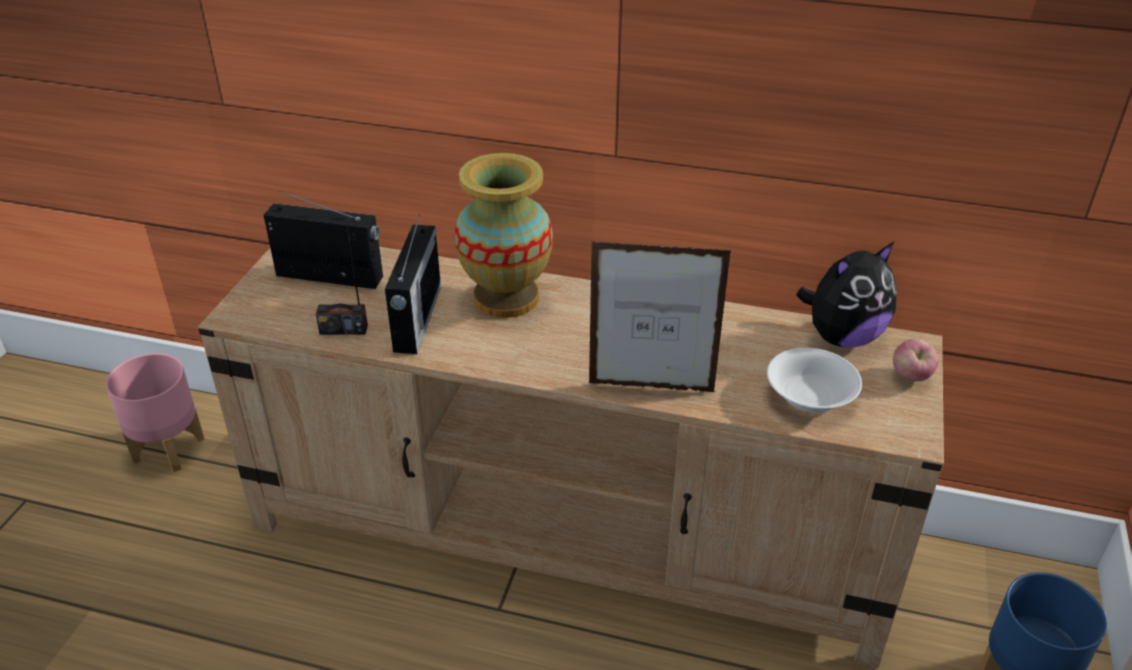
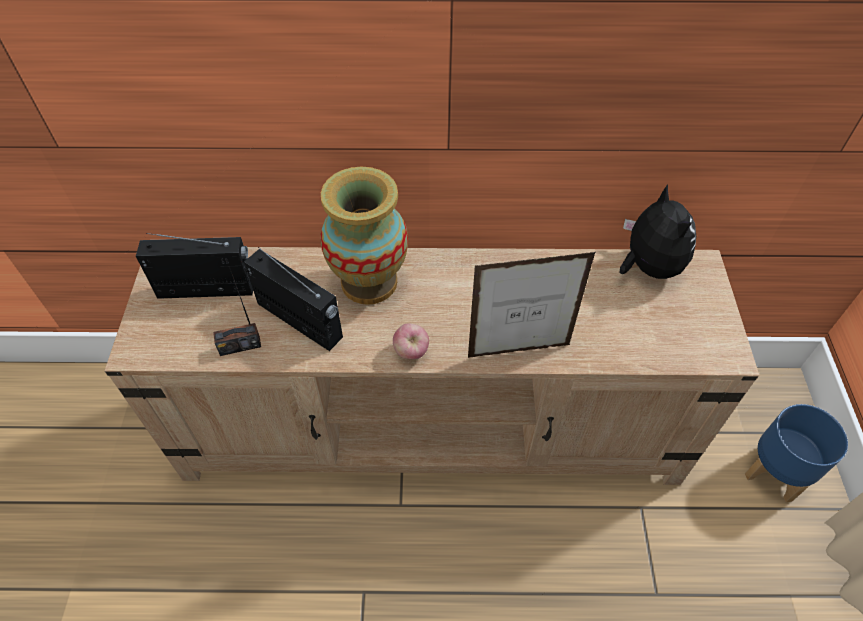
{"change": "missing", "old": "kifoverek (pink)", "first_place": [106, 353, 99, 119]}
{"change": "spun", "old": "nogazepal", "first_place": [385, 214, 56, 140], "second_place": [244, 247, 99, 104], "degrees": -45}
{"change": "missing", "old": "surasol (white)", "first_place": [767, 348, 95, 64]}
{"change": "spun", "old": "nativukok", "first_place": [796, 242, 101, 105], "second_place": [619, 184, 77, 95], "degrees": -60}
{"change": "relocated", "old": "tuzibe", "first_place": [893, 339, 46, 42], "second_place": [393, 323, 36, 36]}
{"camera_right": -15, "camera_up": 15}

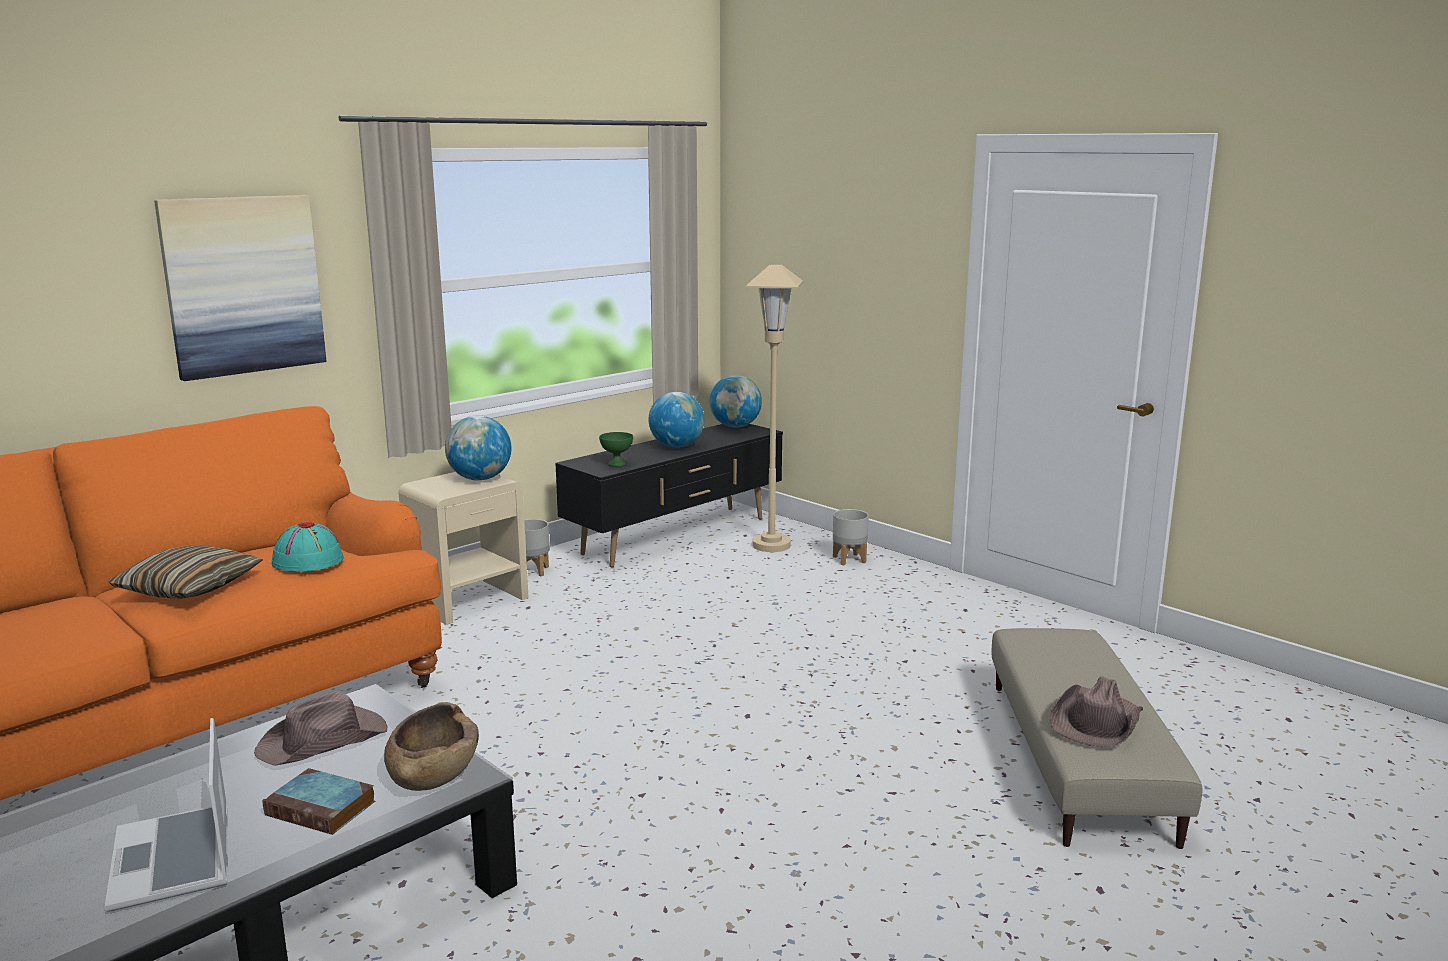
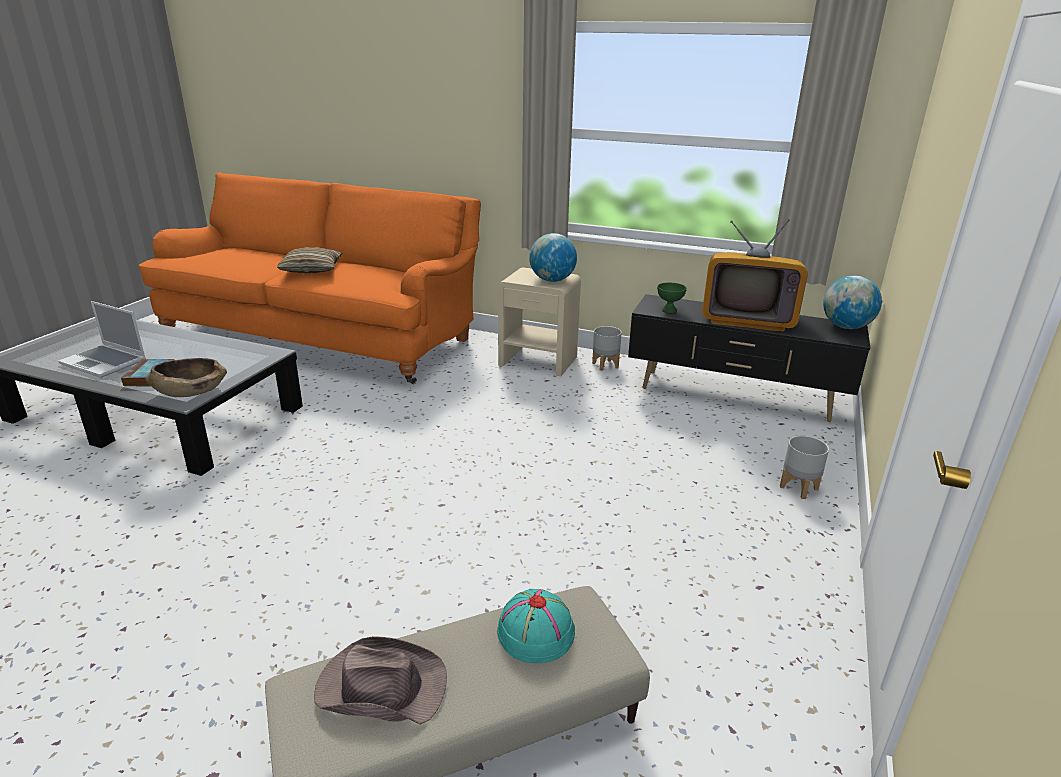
{"change": "spun", "old": "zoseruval", "first_place": [105, 718, 123, 194], "second_place": [58, 301, 88, 77], "degrees": -105}
{"change": "missing", "old": "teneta", "first_place": [154, 195, 172, 186]}
{"change": "missing", "old": "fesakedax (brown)", "first_place": [254, 691, 133, 75]}
{"change": "relocated", "old": "fesakedax (turquoise)", "first_place": [272, 522, 72, 50], "second_place": [497, 589, 78, 74]}
{"change": "exchanged", "old": "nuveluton", "new": "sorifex", "first_place": [649, 392, 56, 56], "second_place": [702, 219, 106, 113]}
{"change": "missing", "old": "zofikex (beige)", "first_place": [746, 265, 57, 287]}
{"camera_right": 65, "camera_up": 10}

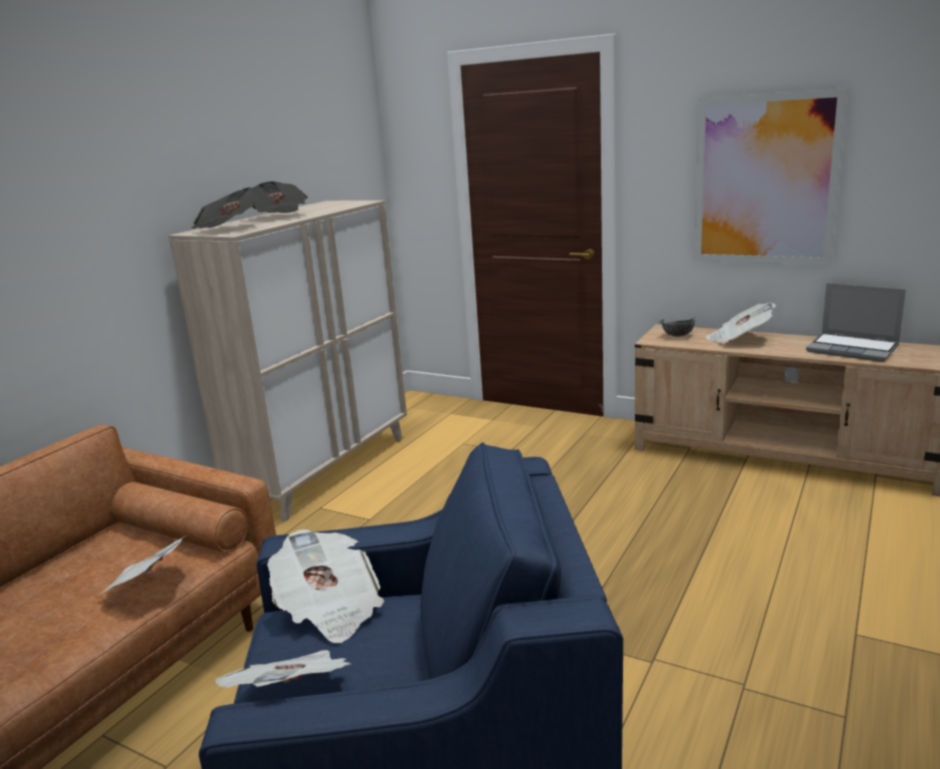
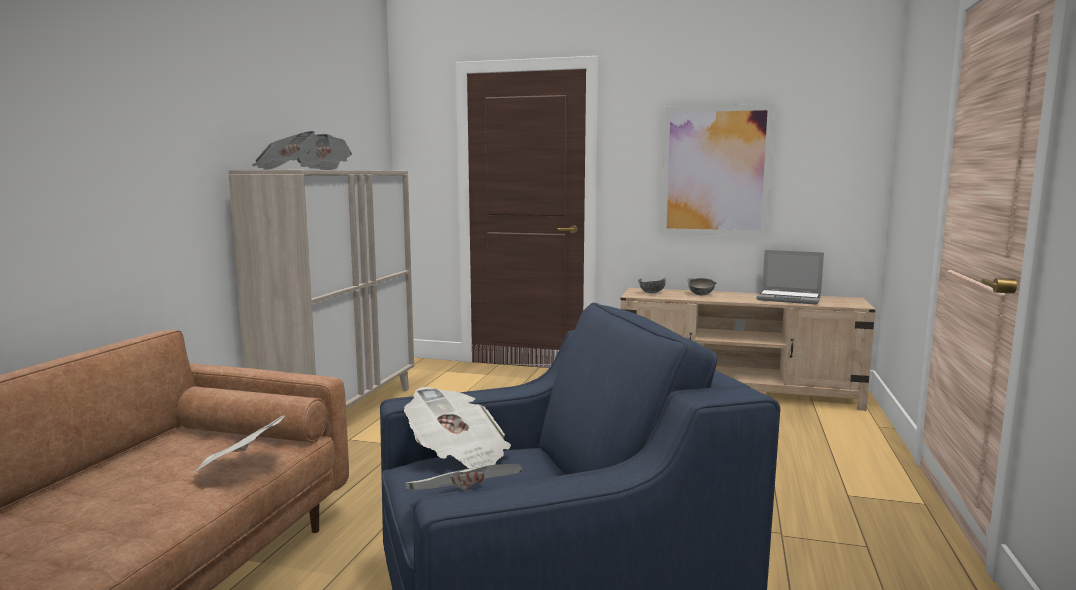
{"change": "exchanged", "old": "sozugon", "new": "surasol (grey)", "first_place": [706, 303, 70, 41], "second_place": [687, 278, 30, 17]}
{"camera_right": -15, "camera_up": -10}

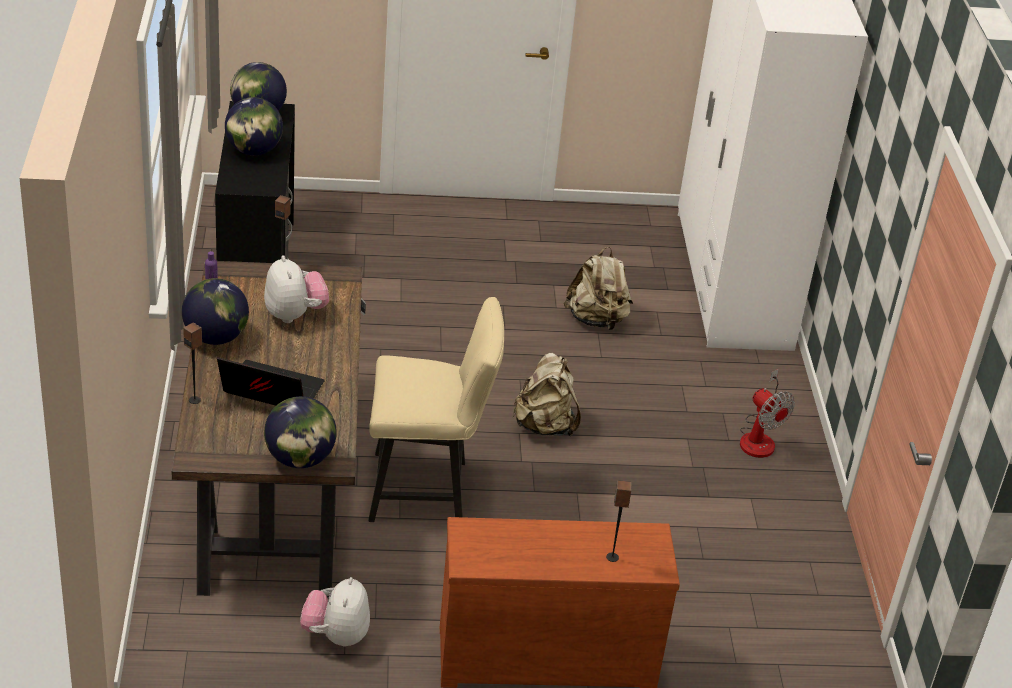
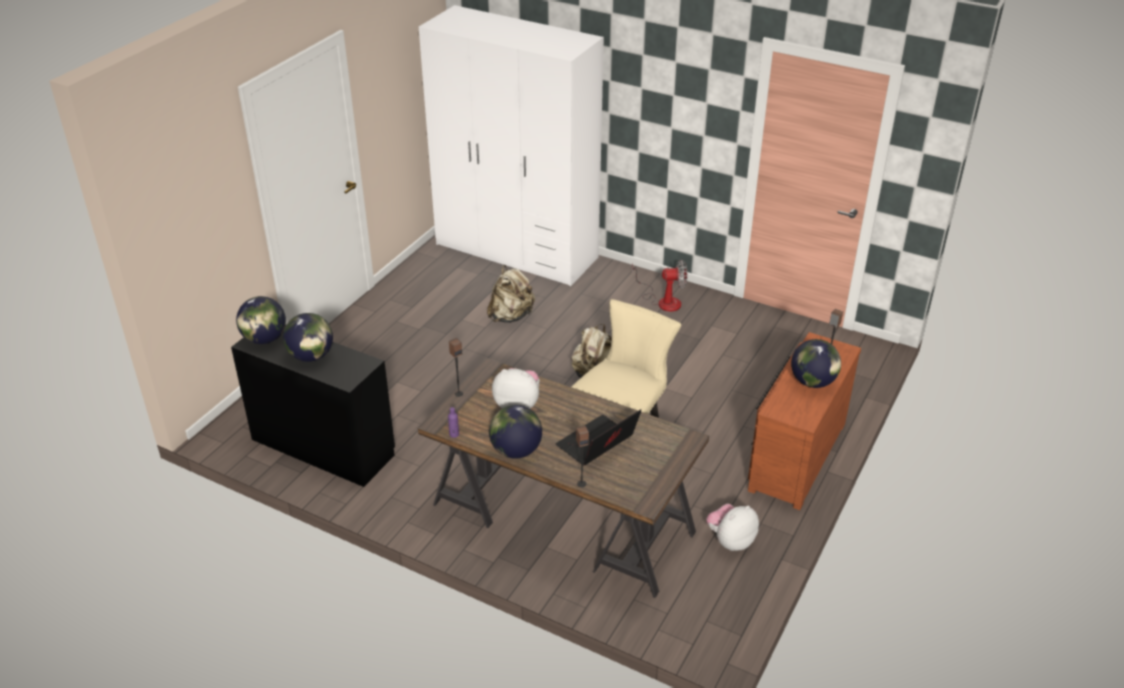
{"change": "relocated", "old": "nuveluton", "first_place": [264, 396, 73, 72], "second_place": [791, 339, 50, 49]}
{"change": "spun", "old": "nativukok", "first_place": [300, 577, 70, 69], "second_place": [706, 504, 53, 47], "degrees": 105}
{"camera_right": -55, "camera_up": 0}

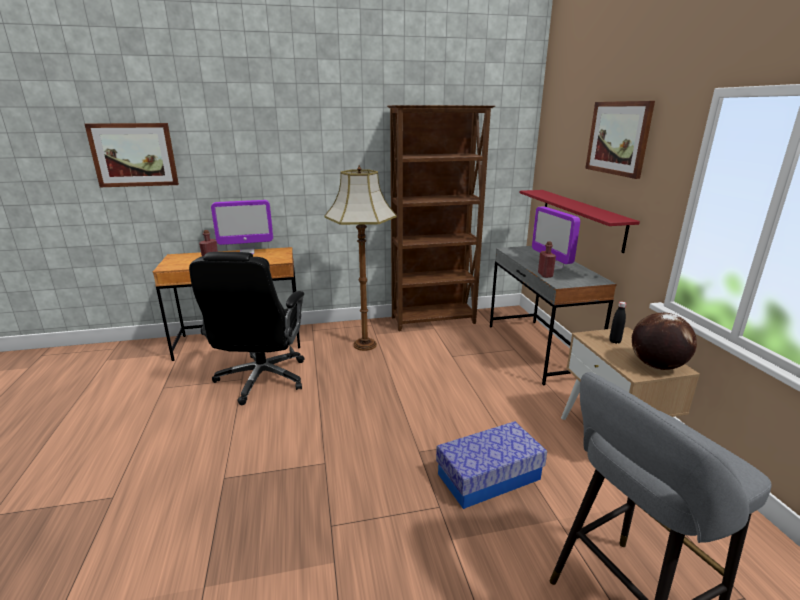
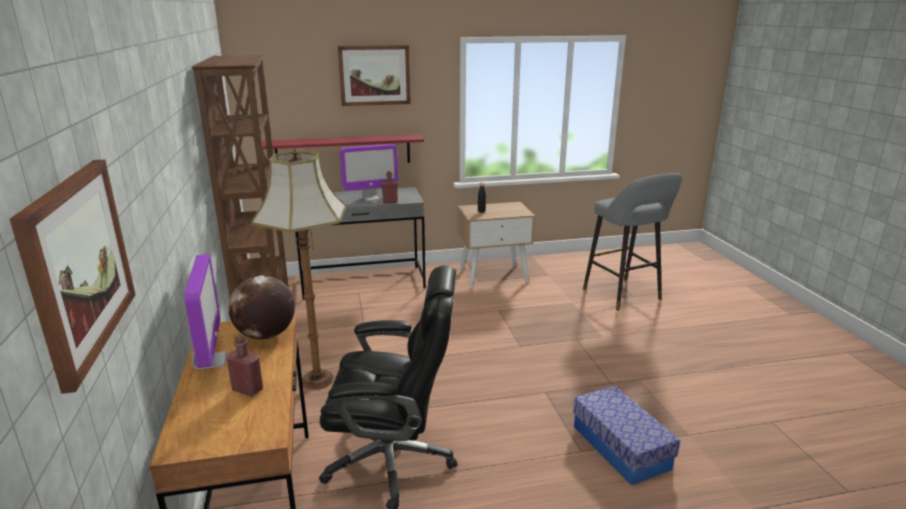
{"change": "relocated", "old": "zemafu", "first_place": [436, 421, 111, 88], "second_place": [573, 385, 107, 100]}
{"change": "relocated", "old": "nuveluton", "first_place": [632, 313, 65, 57], "second_place": [229, 275, 66, 65]}
{"camera_right": -90, "camera_up": 0}

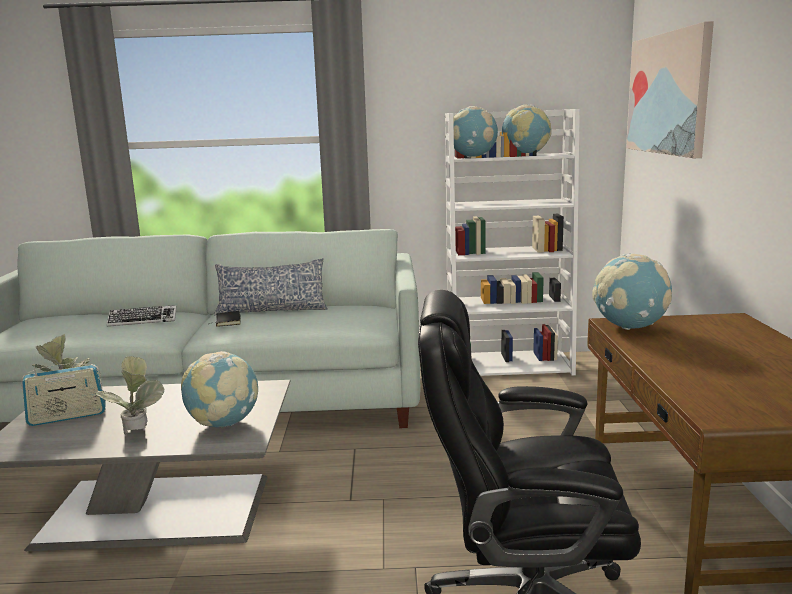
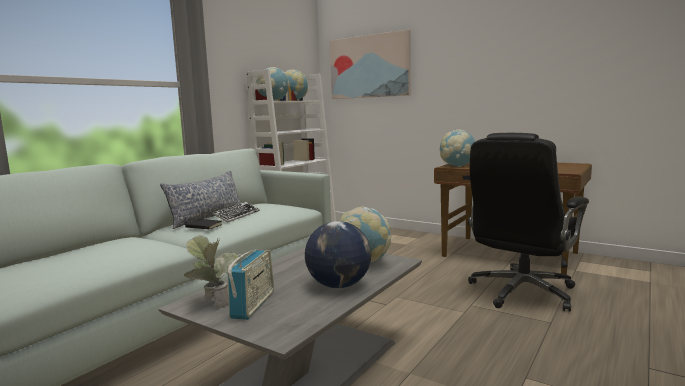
{"change": "exchanged", "old": "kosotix", "new": "nuveluton", "first_place": [95, 356, 70, 79], "second_place": [305, 221, 66, 68]}
{"change": "relocated", "old": "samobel", "first_place": [106, 305, 70, 22], "second_place": [212, 202, 48, 20]}
{"camera_right": -55, "camera_up": -5}

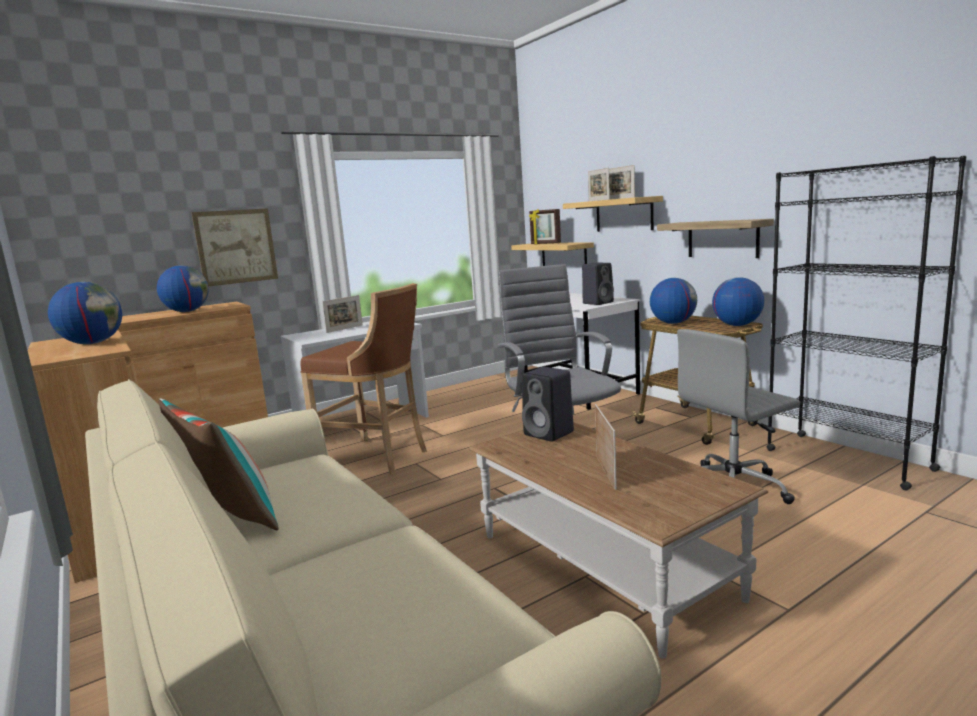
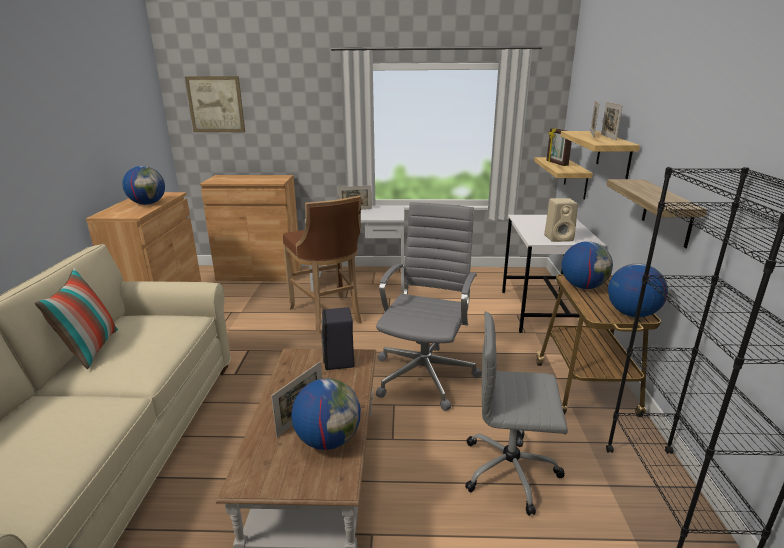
{"change": "relocated", "old": "nuveluton", "first_place": [157, 265, 51, 47], "second_place": [291, 378, 70, 72]}
{"change": "relocated", "old": "teneta", "first_place": [191, 208, 87, 78], "second_place": [185, 76, 60, 56]}
{"change": "colour", "old": "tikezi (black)", "new": "tikezi (beige)", "first_place": [582, 263, 32, 42], "second_place": [544, 198, 34, 44]}
{"camera_right": 35, "camera_up": 10}

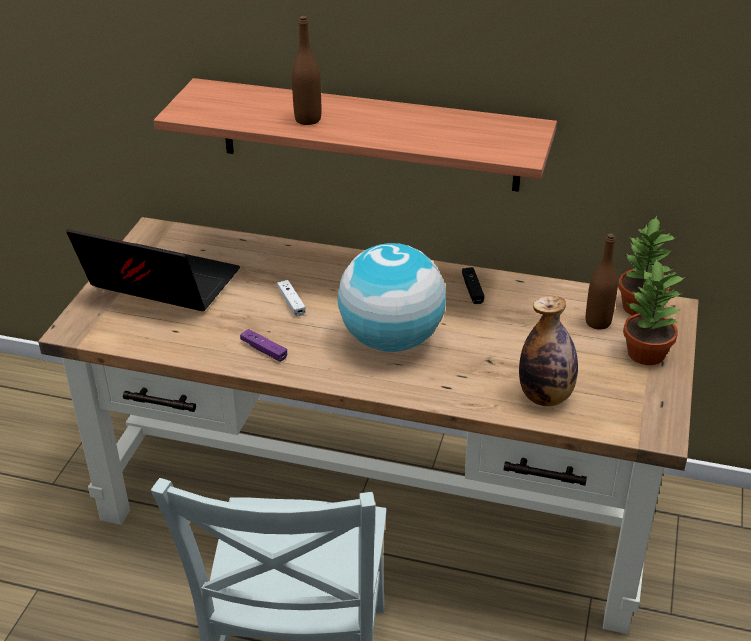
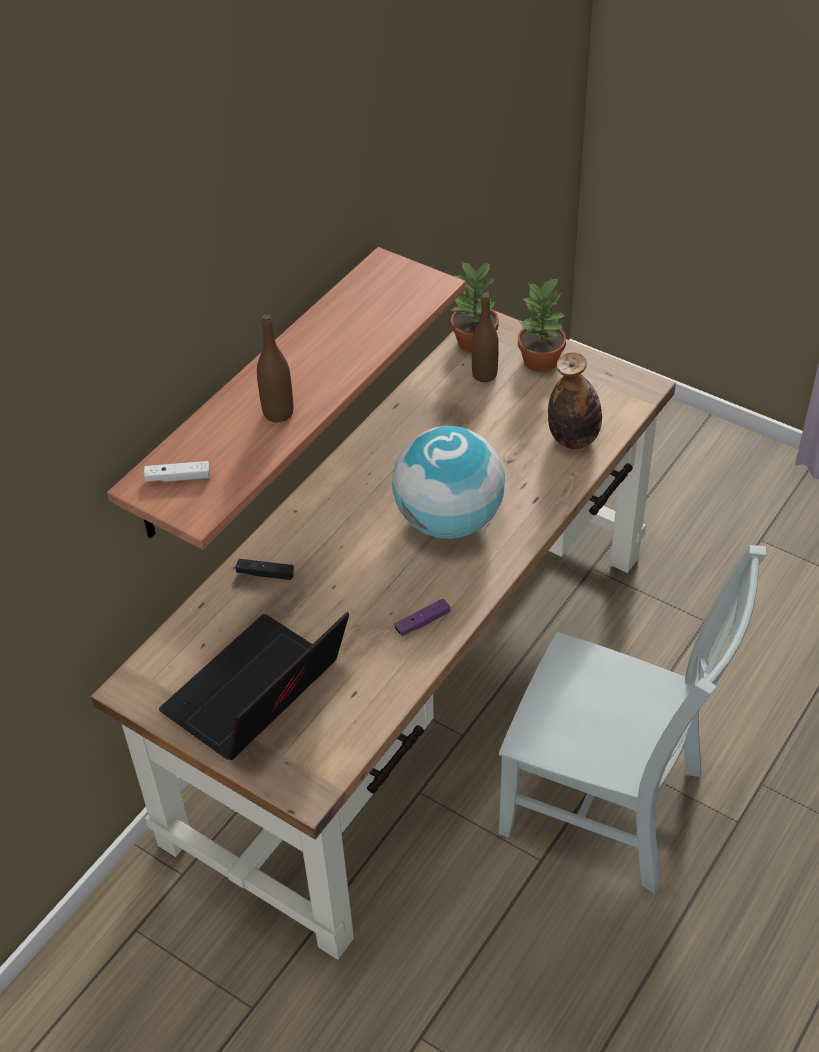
{"change": "relocated", "old": "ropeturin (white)", "first_place": [277, 280, 29, 36], "second_place": [144, 461, 66, 21]}
{"change": "relocated", "old": "ropeturin (black)", "first_place": [462, 267, 22, 37], "second_place": [236, 559, 58, 21]}
{"camera_right": -70, "camera_up": 10}

